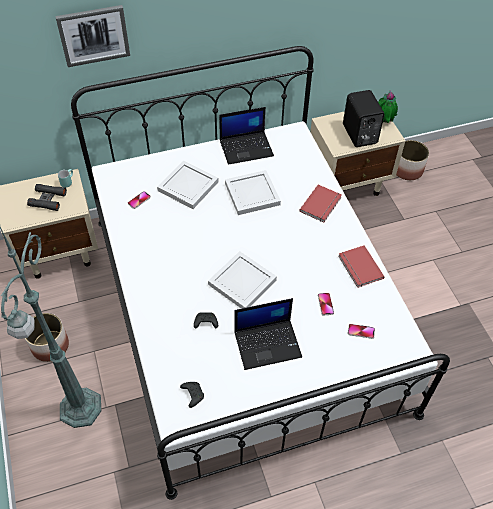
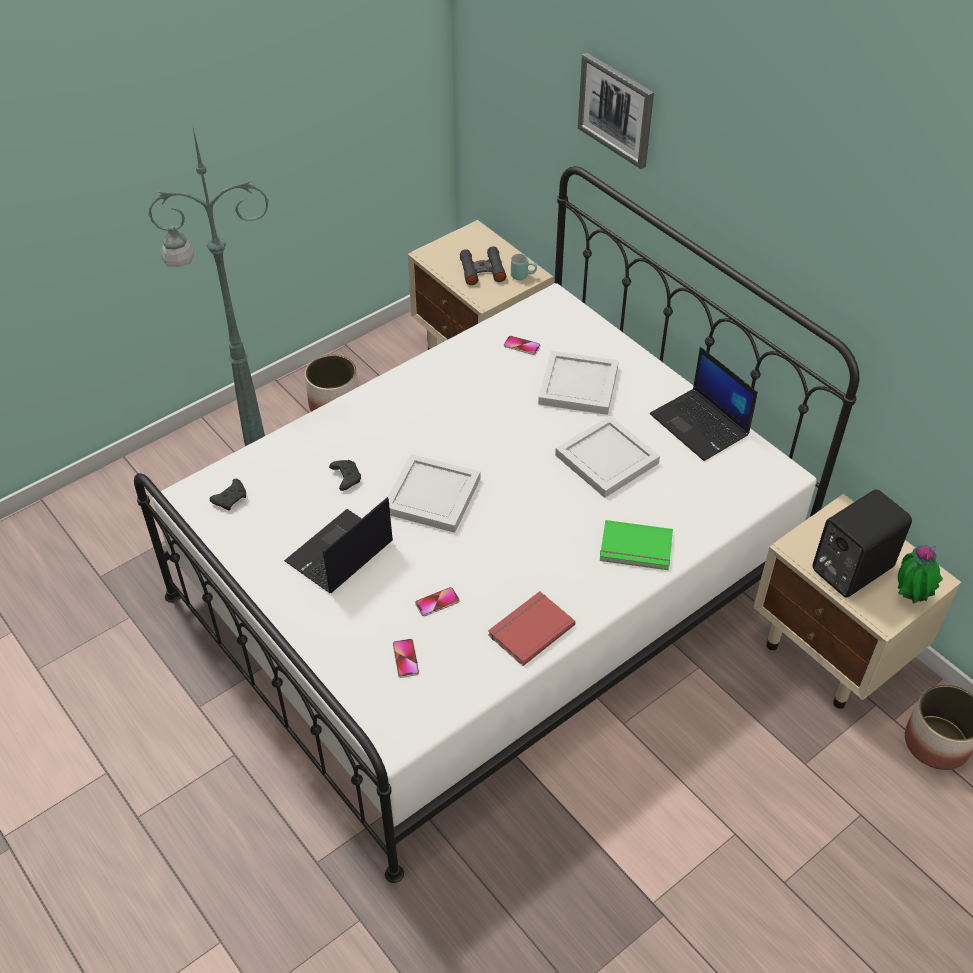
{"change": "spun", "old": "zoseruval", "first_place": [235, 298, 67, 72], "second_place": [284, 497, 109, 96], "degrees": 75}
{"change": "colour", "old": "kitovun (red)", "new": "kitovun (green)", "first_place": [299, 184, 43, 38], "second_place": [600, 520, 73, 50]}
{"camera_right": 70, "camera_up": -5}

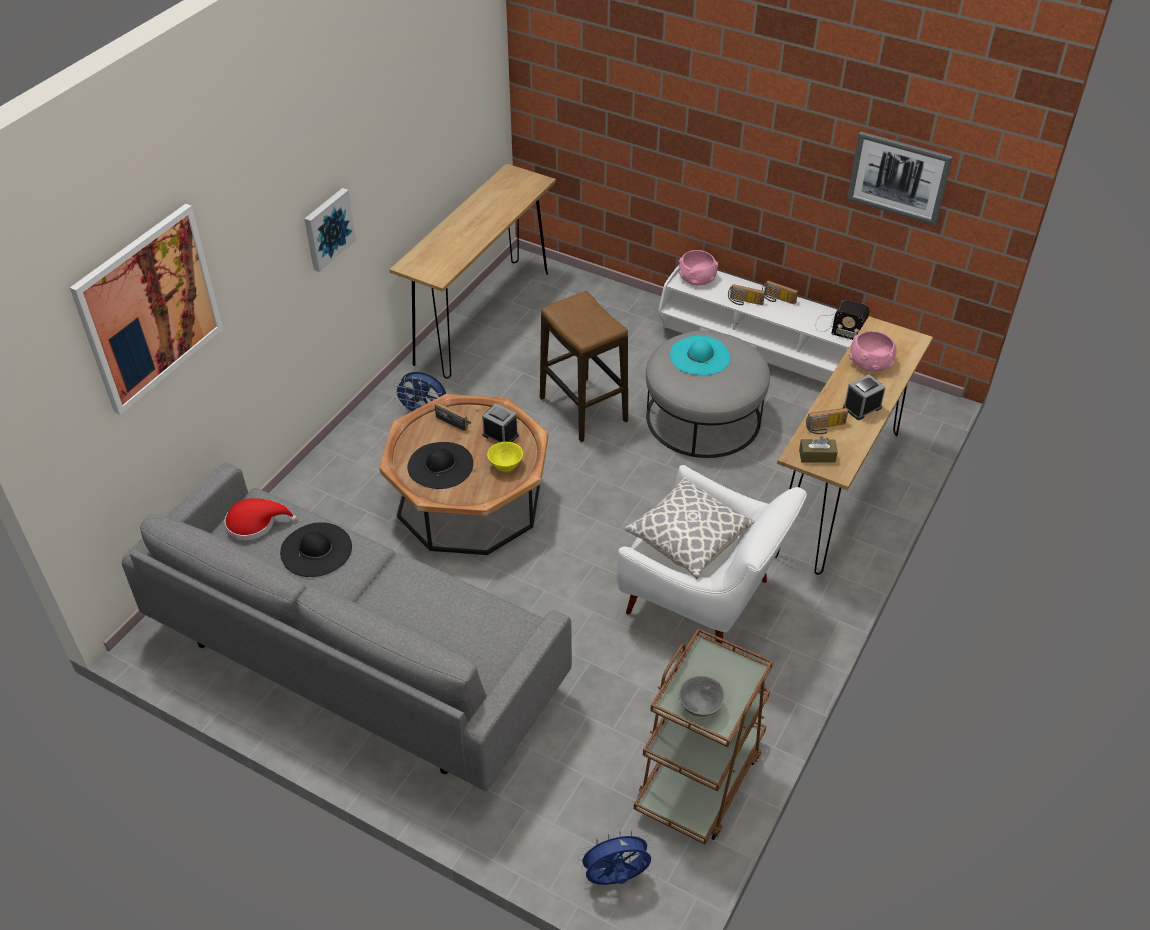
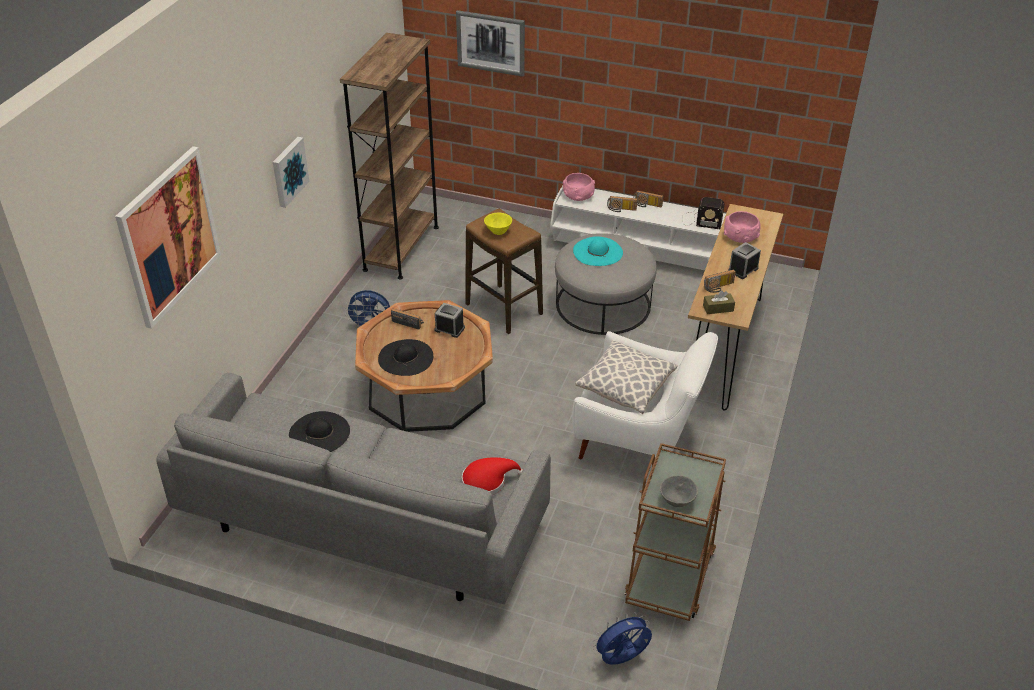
{"change": "relocated", "old": "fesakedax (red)", "first_place": [225, 498, 72, 43], "second_place": [462, 457, 61, 38]}
{"change": "exchanged", "old": "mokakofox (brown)", "new": "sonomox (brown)", "first_place": [389, 163, 167, 216], "second_place": [340, 33, 99, 247]}
{"change": "relocated", "old": "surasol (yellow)", "first_place": [487, 442, 36, 30], "second_place": [484, 213, 28, 22]}
{"change": "relocated", "old": "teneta", "first_place": [847, 131, 106, 94], "second_place": [456, 10, 69, 67]}
{"camera_right": -10, "camera_up": -5}

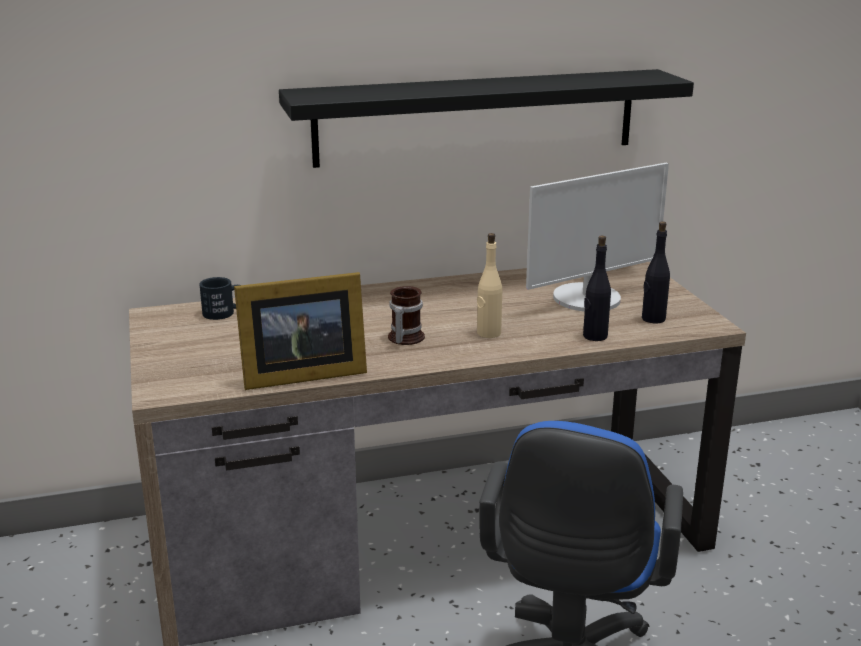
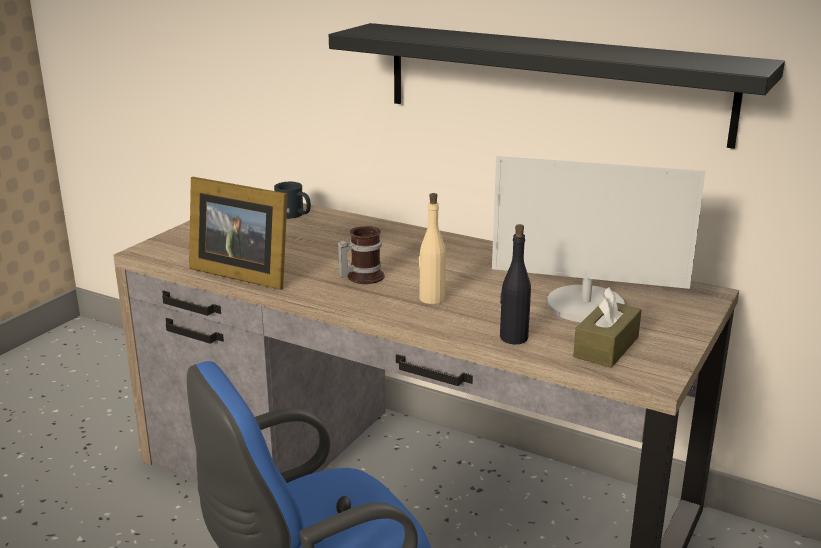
{"change": "exchanged", "old": "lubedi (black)", "new": "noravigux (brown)", "first_place": [642, 221, 28, 102], "second_place": [573, 287, 69, 81]}
{"camera_right": 45, "camera_up": 0}

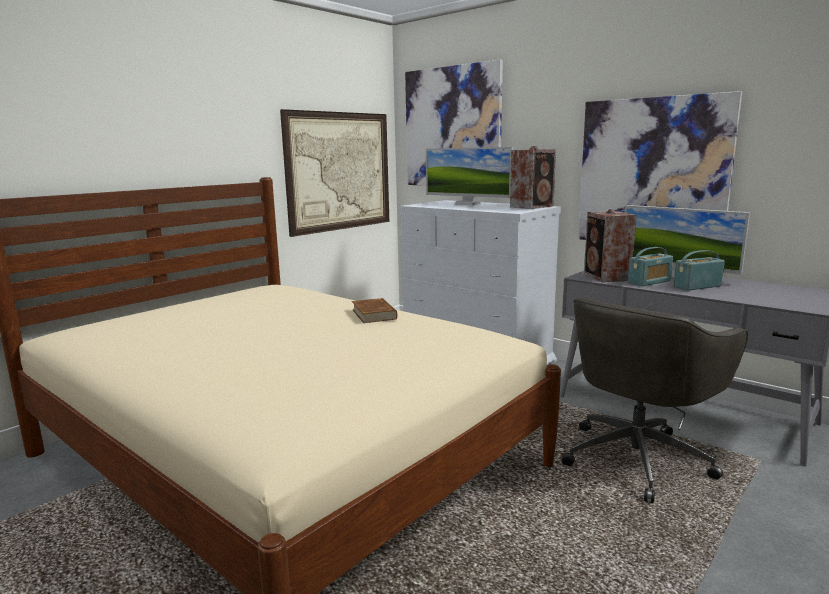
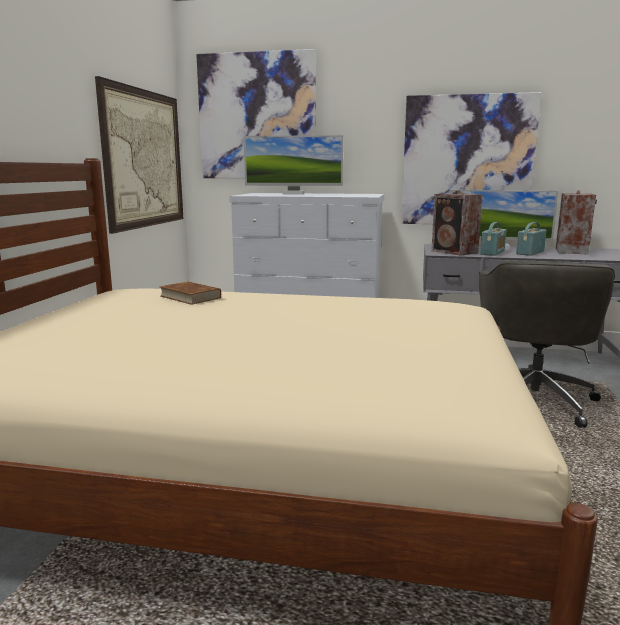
{"change": "relocated", "old": "kitovun (brown)", "first_place": [352, 298, 45, 25], "second_place": [160, 281, 61, 24]}
{"change": "relocated", "old": "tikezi", "first_place": [510, 146, 46, 63], "second_place": [556, 190, 41, 65]}
{"camera_right": -30, "camera_up": 0}

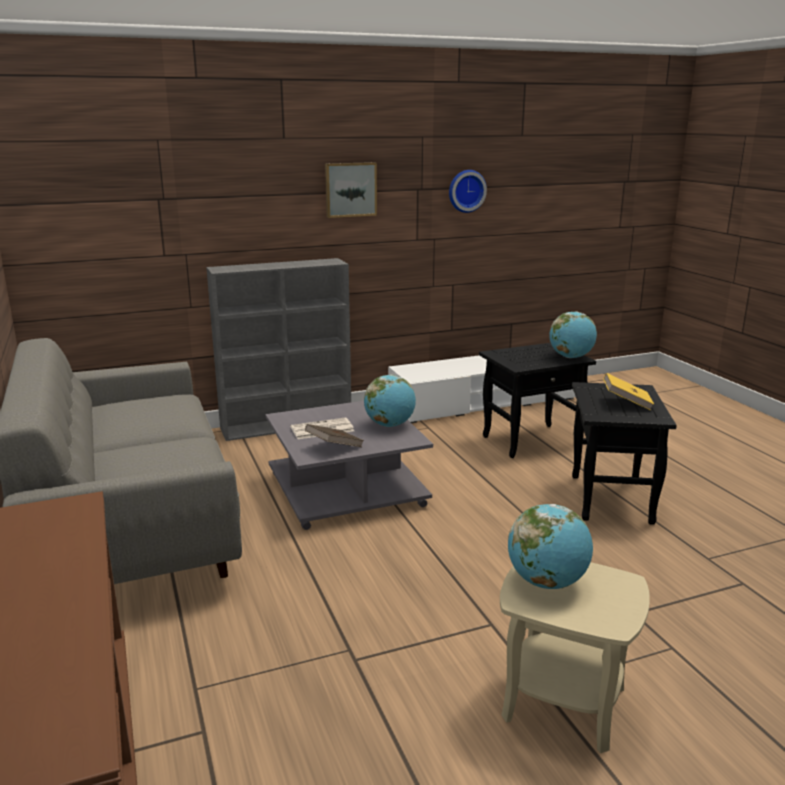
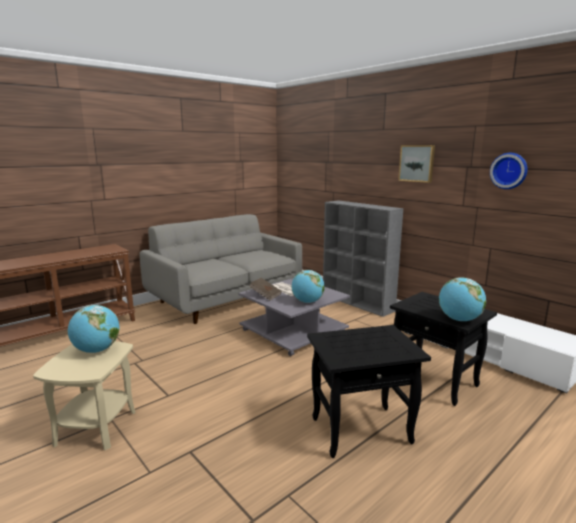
{"change": "missing", "old": "kitovun (yellow)", "first_place": [603, 373, 51, 37]}
{"camera_right": 70, "camera_up": -5}

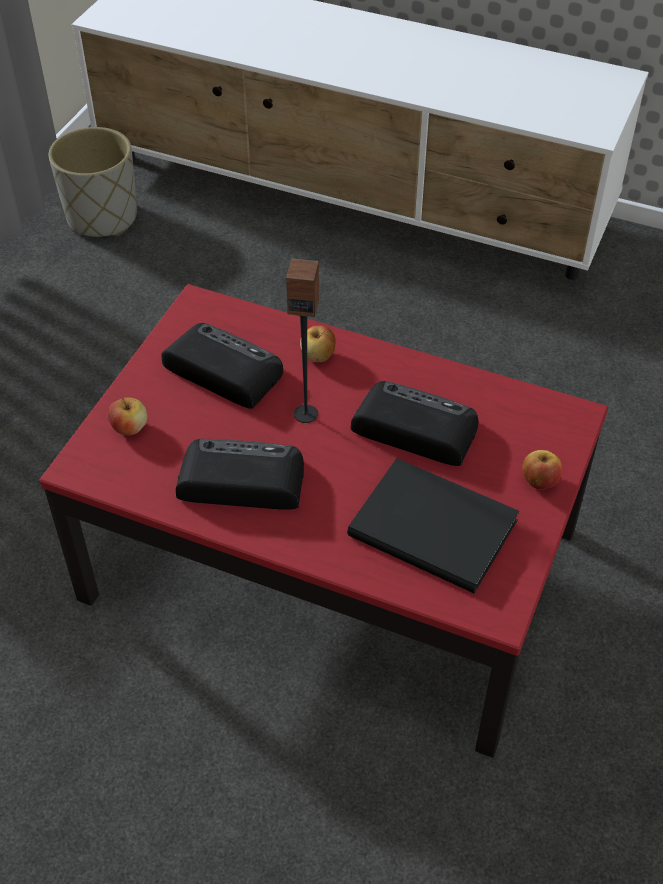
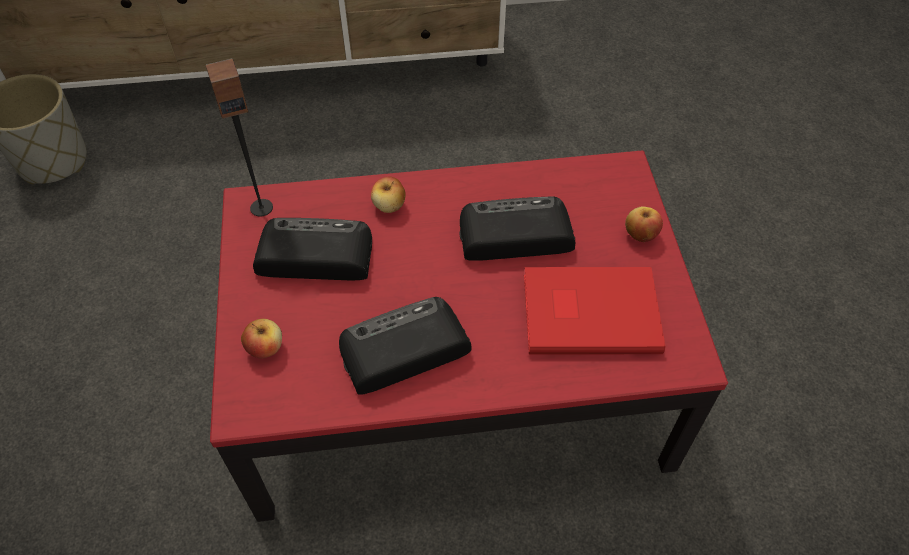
{"change": "relocated", "old": "tikezi", "first_place": [286, 259, 33, 164], "second_place": [206, 59, 67, 157]}
{"change": "colour", "old": "kitovun (black)", "new": "kitovun (red)", "first_place": [347, 458, 172, 135], "second_place": [524, 267, 142, 88]}
{"camera_right": -30, "camera_up": 5}

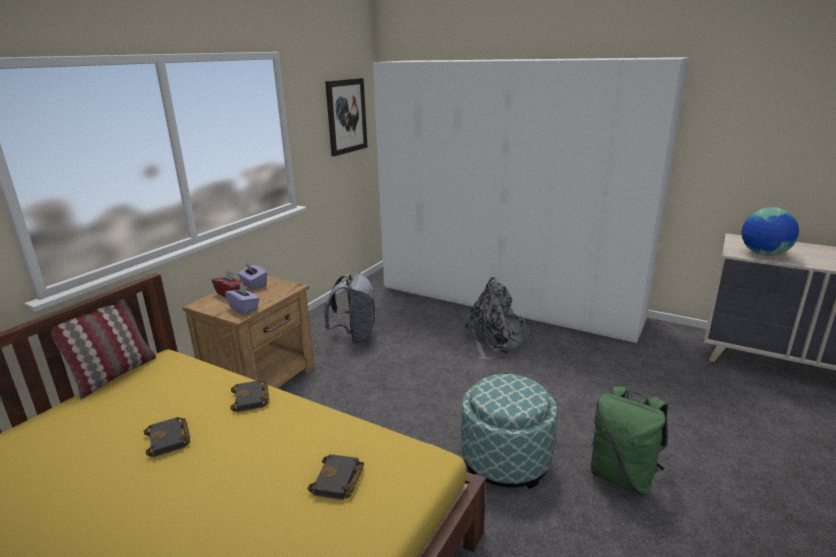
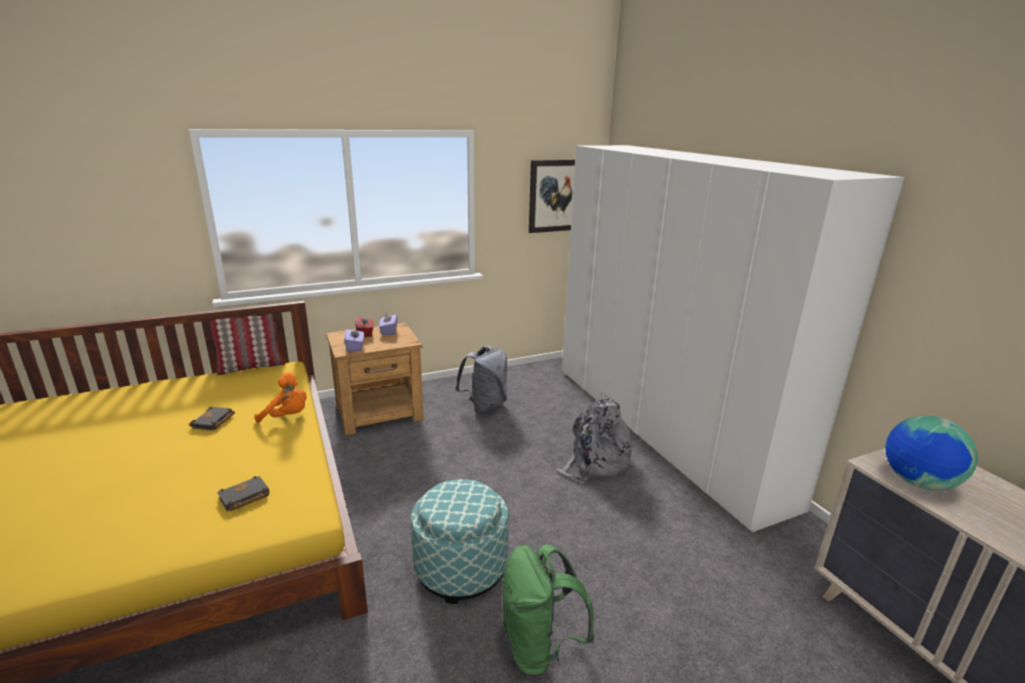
{"change": "exchanged", "old": "kitovun (black)", "new": "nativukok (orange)", "first_place": [231, 380, 38, 32], "second_place": [254, 372, 53, 51]}
{"camera_right": 35, "camera_up": 0}

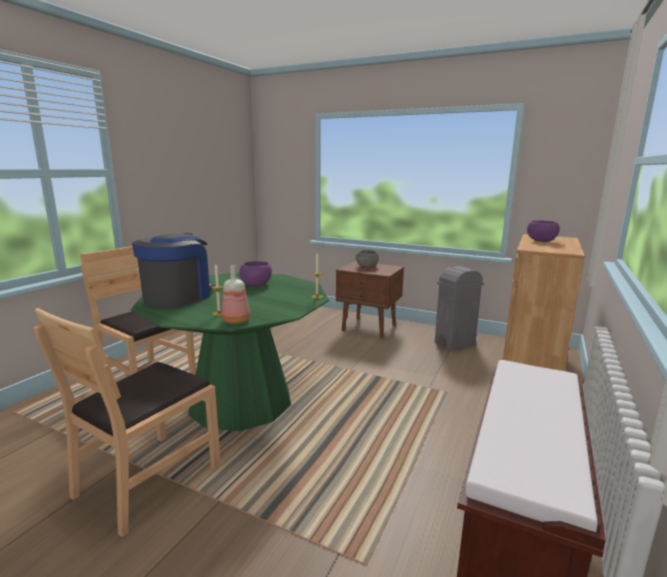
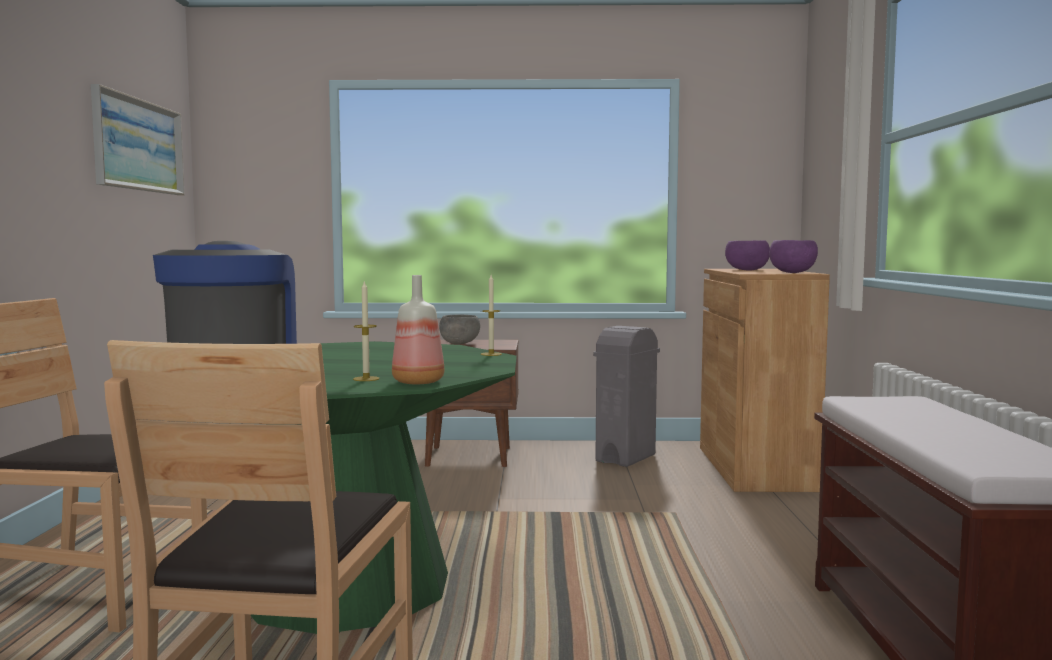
{"change": "relocated", "old": "surasol (purple)", "first_place": [239, 261, 33, 25], "second_place": [769, 240, 49, 33]}
{"change": "appeared", "new": "teneta", "second_place": [91, 84, 93, 111]}
{"camera_right": -25, "camera_up": -10}

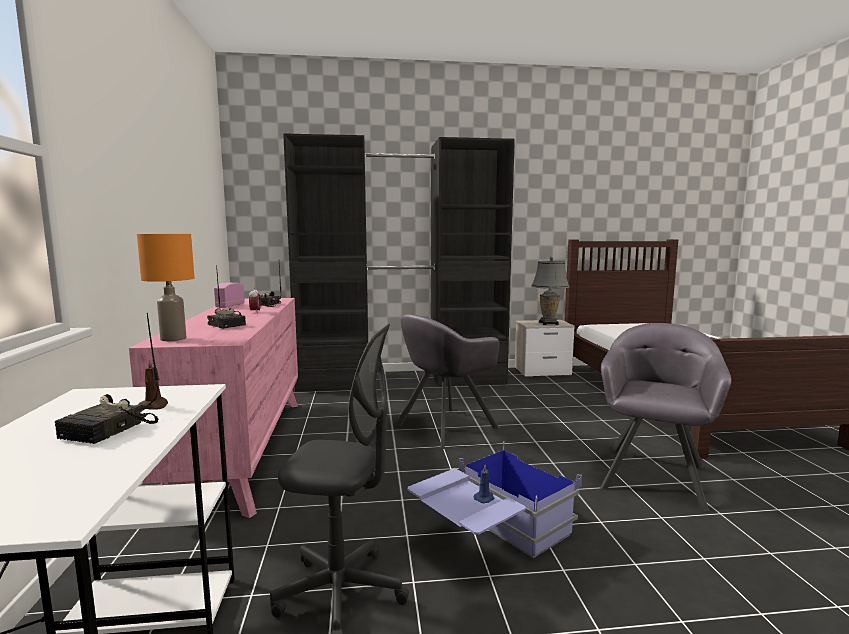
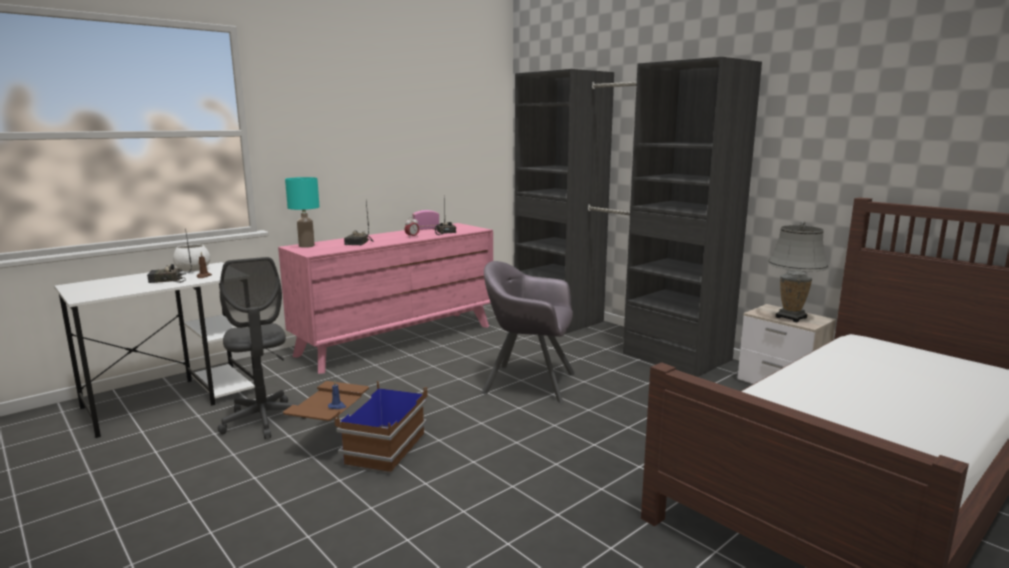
{"change": "colour", "old": "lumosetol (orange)", "new": "lumosetol (turquoise)", "first_place": [137, 234, 57, 107], "second_place": [285, 177, 35, 71]}
{"change": "colour", "old": "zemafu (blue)", "new": "zemafu (brown)", "first_place": [408, 441, 174, 117], "second_place": [283, 381, 145, 93]}
{"change": "missing", "old": "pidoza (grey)", "first_place": [600, 323, 132, 189]}
{"change": "appeared", "new": "surasol (white)", "second_place": [173, 244, 38, 28]}
{"camera_right": 55, "camera_up": 5}

